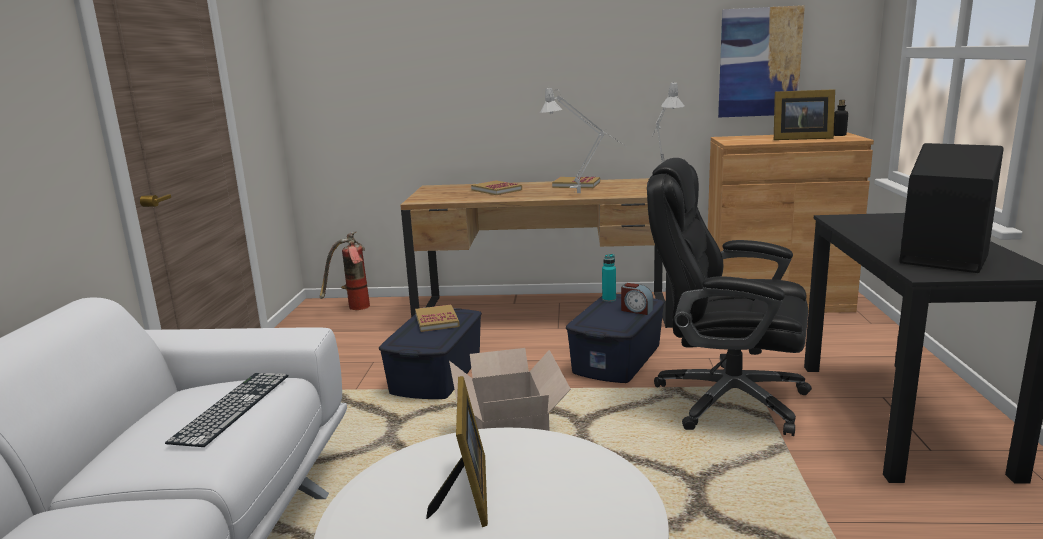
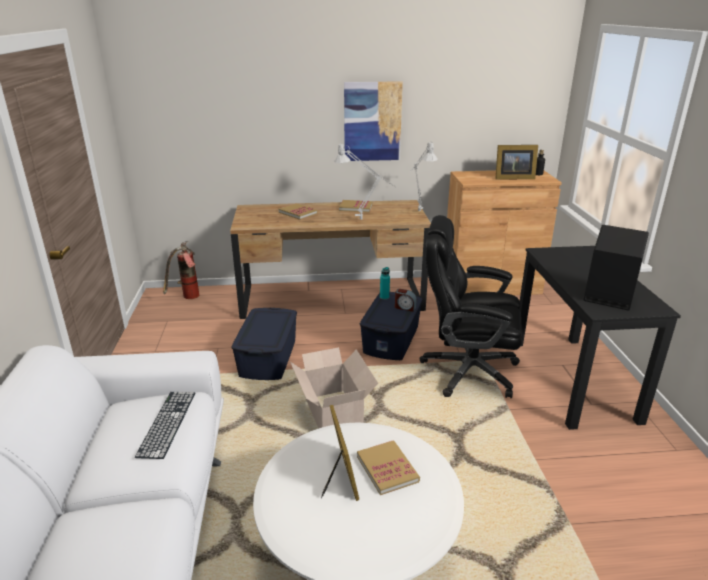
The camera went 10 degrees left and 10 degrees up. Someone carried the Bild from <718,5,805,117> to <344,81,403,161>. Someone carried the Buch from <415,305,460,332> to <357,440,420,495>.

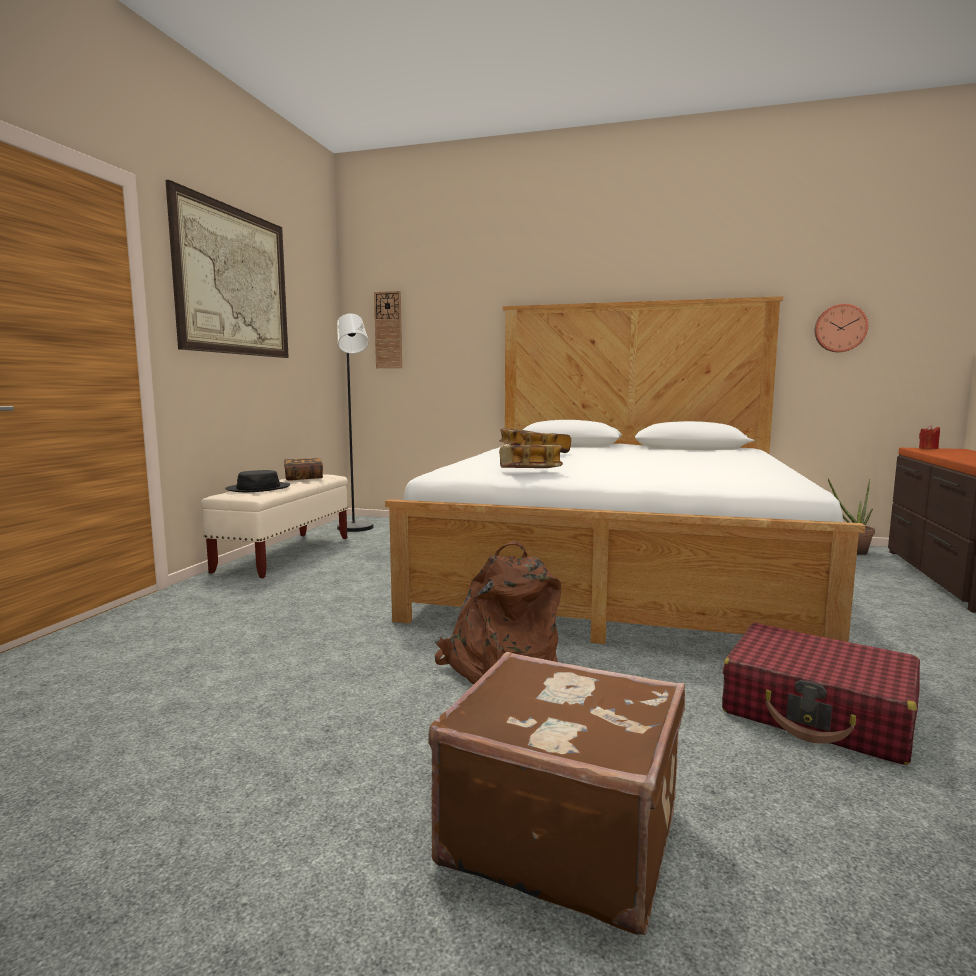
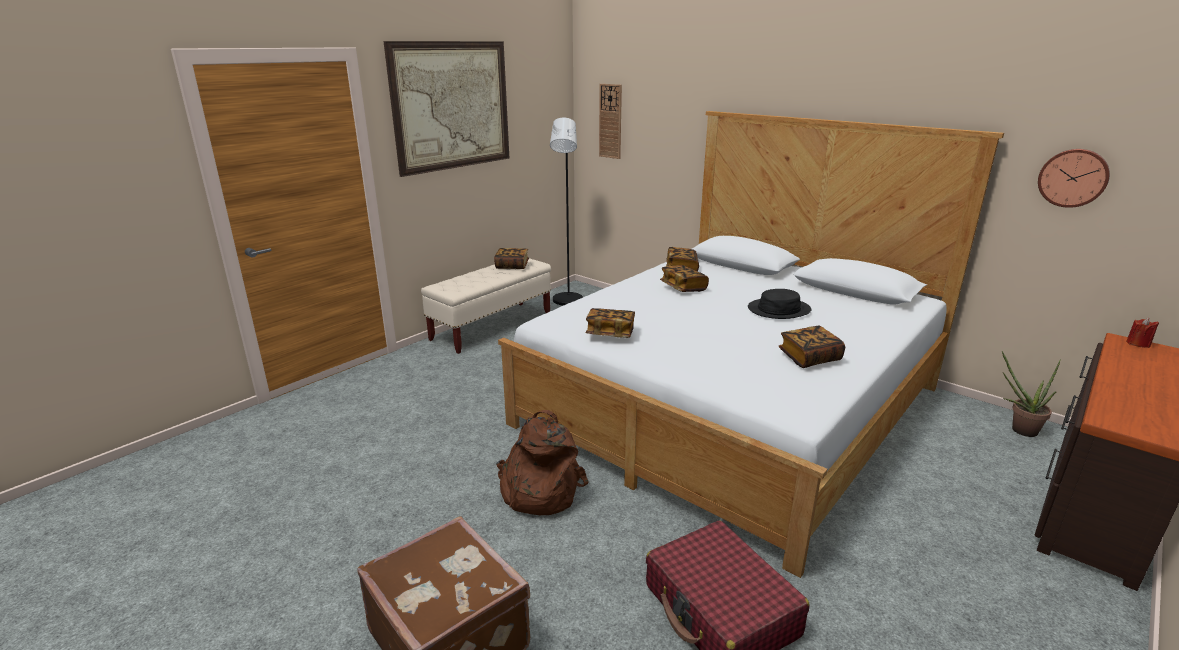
The camera went 25 degrees right and 15 degrees up. Someone carried the Hut/schwarz from <225,470,291,492> to <748,289,811,319>. Someone put down the Buch at <779,326,845,368>.

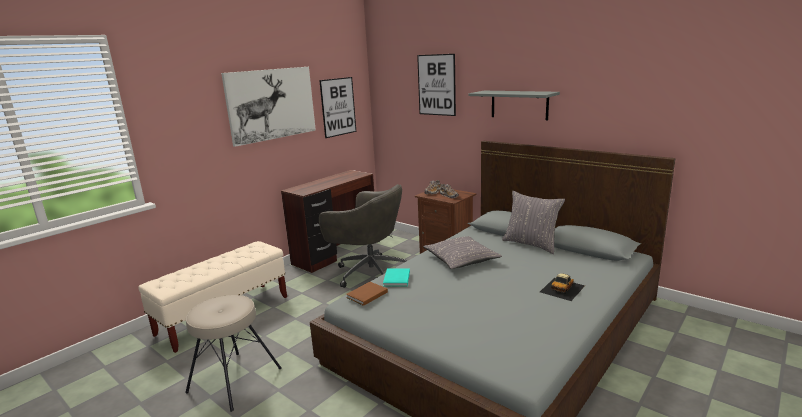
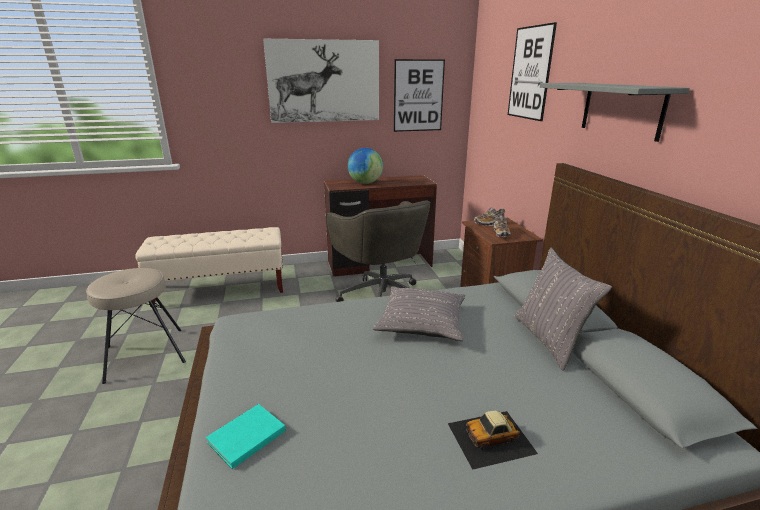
The camera went 35 degrees right and 5 degrees up. Someone carried the Buch/türkis from <383,268,410,287> to <206,404,286,469>. Someone put down the Globus at <348,148,383,184>. Someone took away the Buch/braun at <346,282,388,306>.

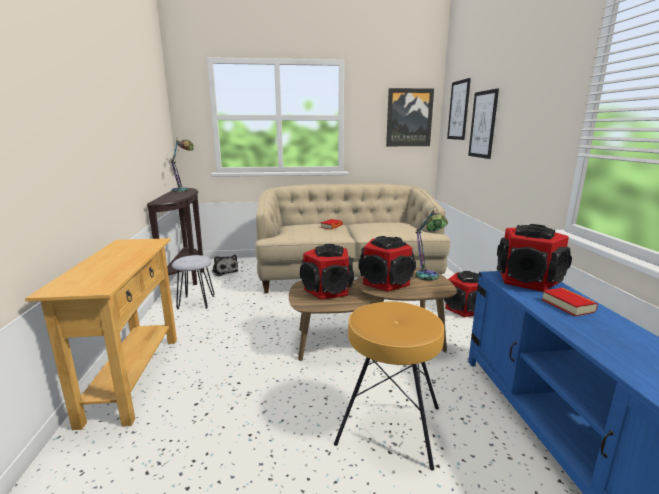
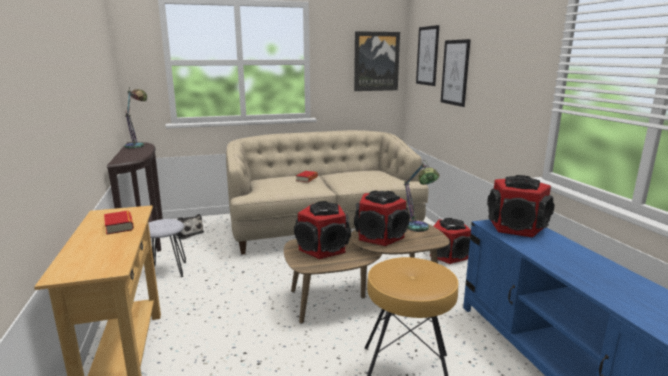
The camera went 10 degrees left and 0 degrees up. Someone carried the Buch from <542,288,598,317> to <104,211,134,235>.

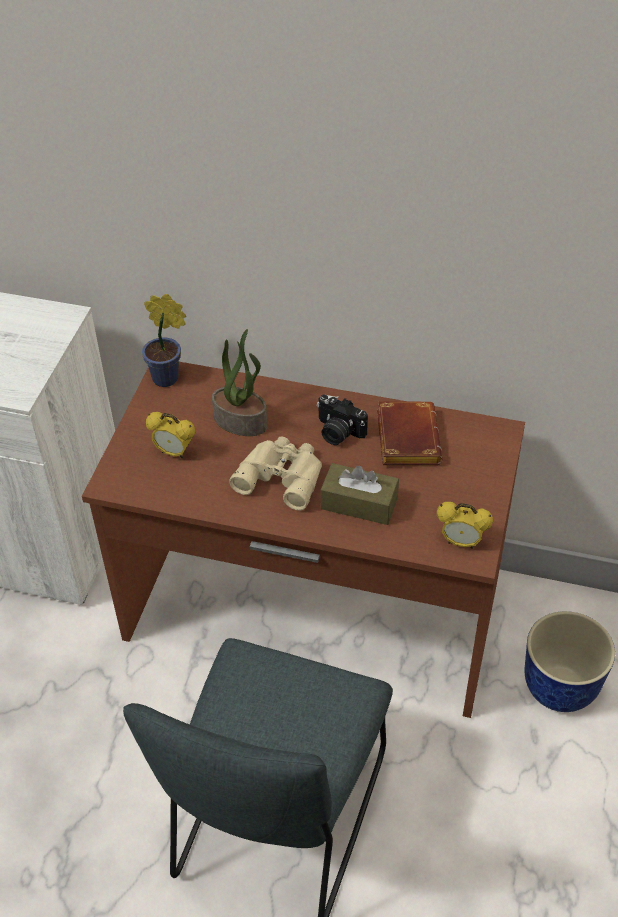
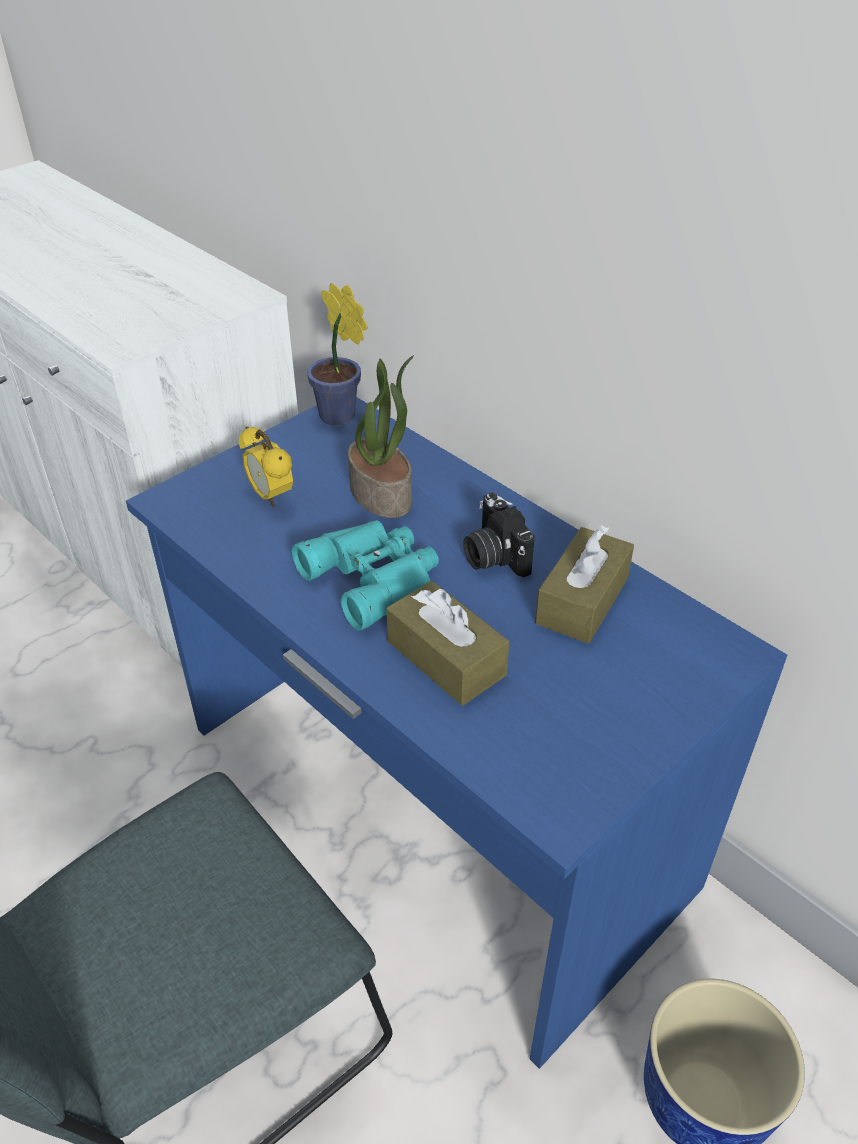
The camera went 30 degrees right and 5 degrees down. Someone repainted the Schreibtisch/braun at <82,362,525,718>, which became the Schreibtisch/blau at <126,397,787,1069>. Someone repainted the Fernglas/beige at <229,437,322,511>, which became the Fernglas/türkis at <292,520,439,631>. Someone swapped the Buch/braun at <377,401,442,465> for the Taschentuchbox/braun at <535,526,634,644>. Someone took away the Wecker at <437,502,493,549>.

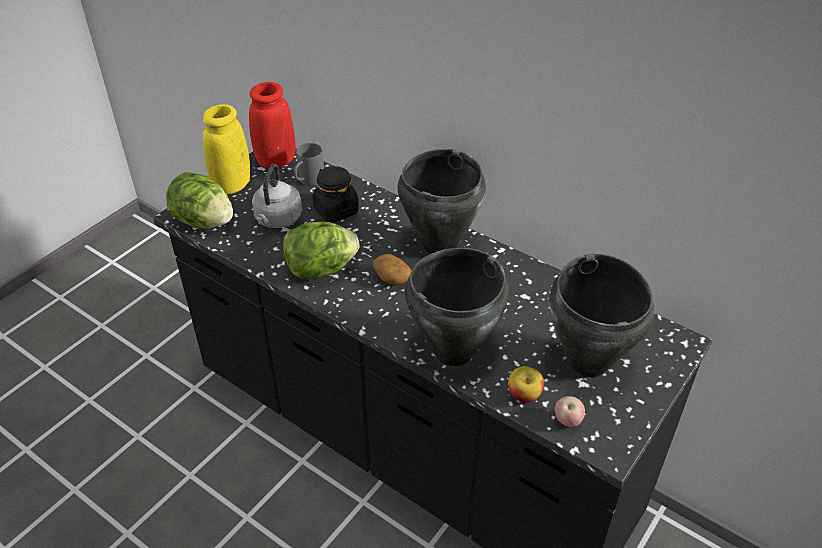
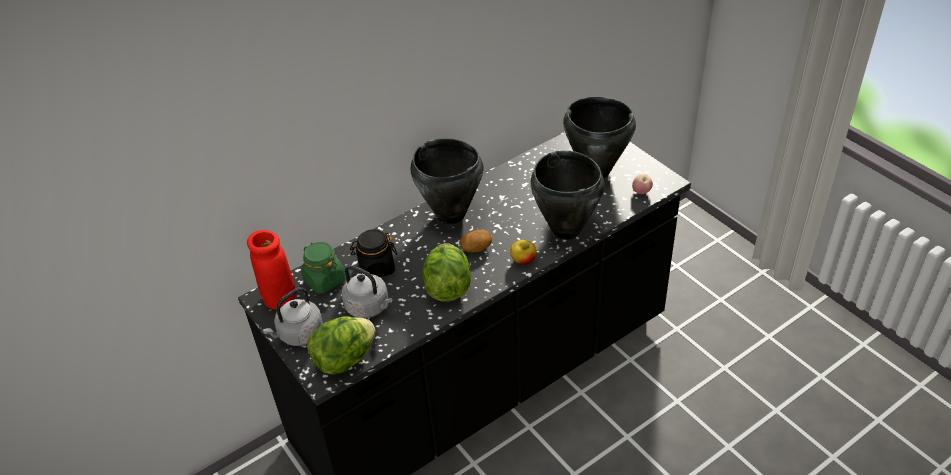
The camera went 70 degrees left and 0 degrees up. Someone swapped the Vase/gelb at <203,104,250,194> for the Wasserkessel/grau at <262,287,323,346>. Someone swapped the Henkelbecher/grau at <294,143,324,186> for the Vorratsglas/grün at <301,242,345,294>. Someone carried the Apfel from <508,366,544,402> to <510,240,537,265>.

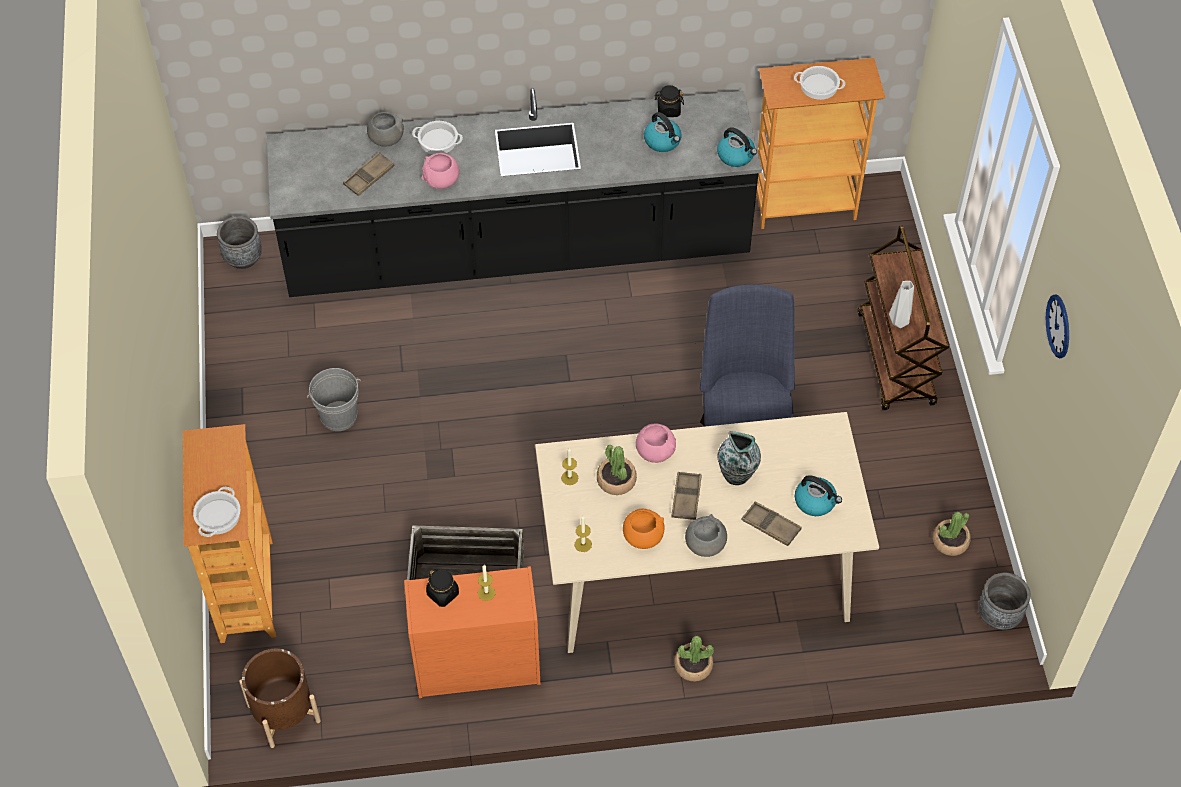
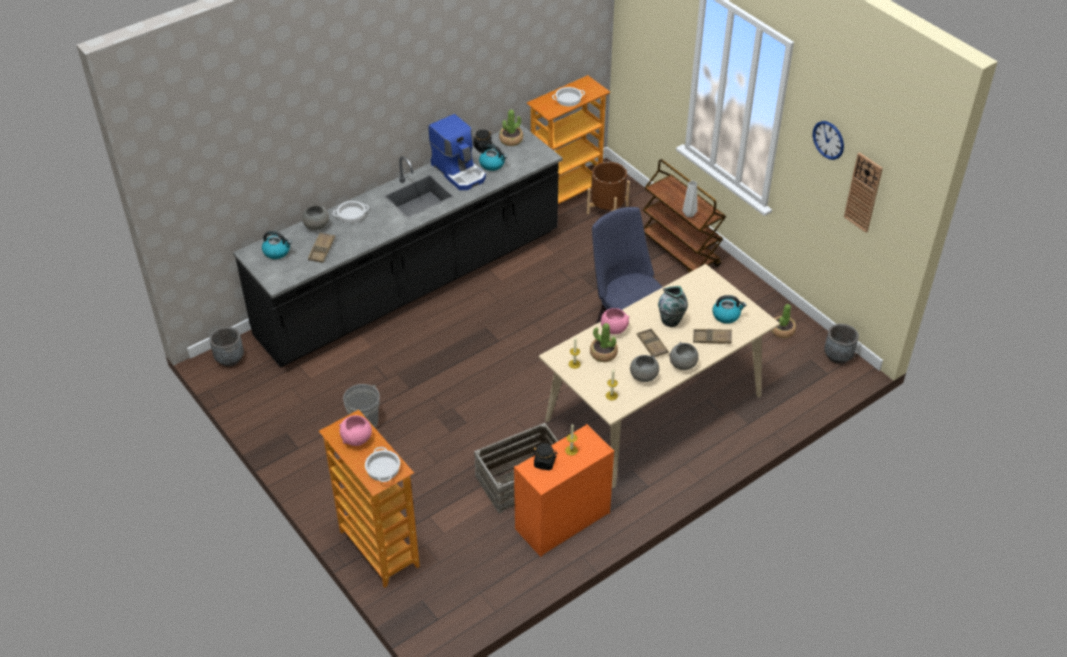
The camera went 30 degrees left and 10 degrees down. Someone carried the Wasserkessel from <717,127,757,167> to <262,231,292,259>. Someone carried the Schüssel/rosa from <422,153,460,189> to <339,415,372,446>. Someone put down the Kaffeemaschine at <428,114,486,190>. Someone carried the Topfpflanze from <674,636,714,681> to <499,109,523,146>. Someone carried the Pflanzkübel/braun from <239,649,321,748> to <587,162,630,214>. Someone repainted the Schüssel/orange at <623,509,665,549>, which became the Schüssel/grau at <630,355,659,382>. Someone put up the Wanduhr at <844,152,883,233>.

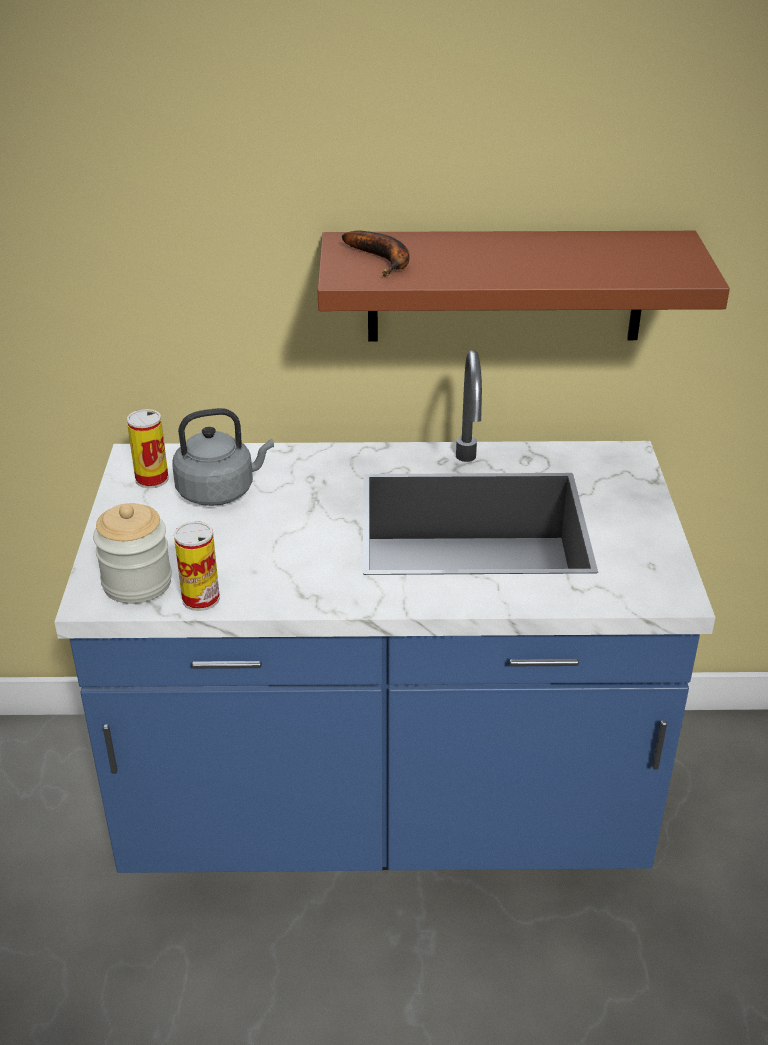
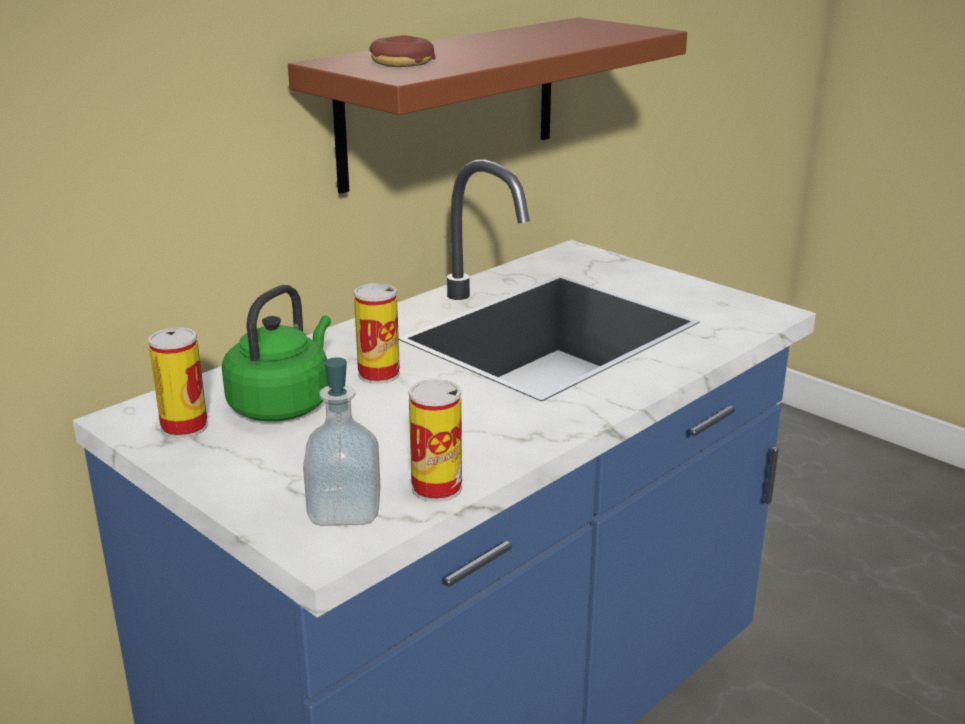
The camera went 45 degrees left and 10 degrees down. Someone repainted the Wasserkessel/grau at <172,408,274,506>, which became the Wasserkessel/grün at <222,285,331,421>. Someone swapped the Vorratsglas at <93,503,172,604> for the Seifenspender at <303,357,381,526>. Someone put down the Dose at <354,283,400,384>. Someone swapped the Banane at <342,231,410,276> for the Donut at <369,35,436,67>.

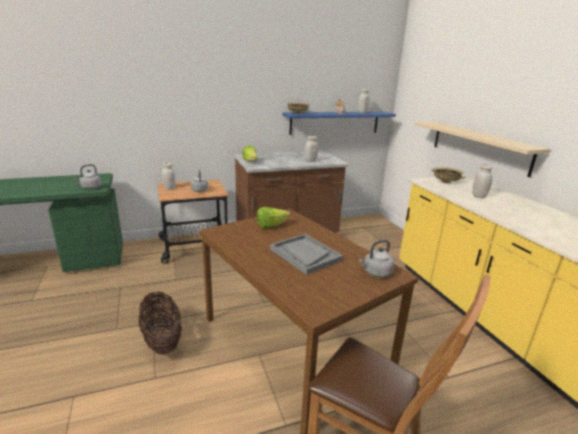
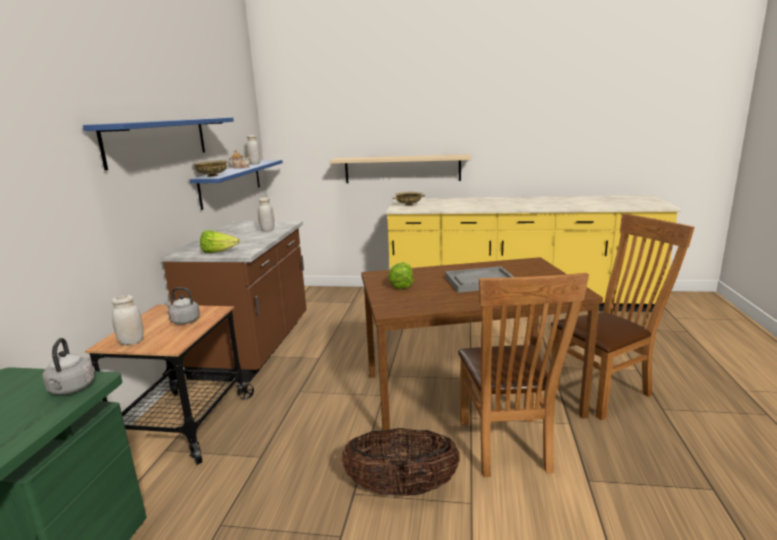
The camera went 60 degrees left and 5 degrees down. Someone put up the Wandregal/blau at <83,117,234,170>. Someone put down the Stuhl/braun at <458,273,589,477>. Someone took away the Wasserkessel/grau at <359,240,394,277>. Someone took away the Vorratsglas/weiß at <472,164,493,198>.

